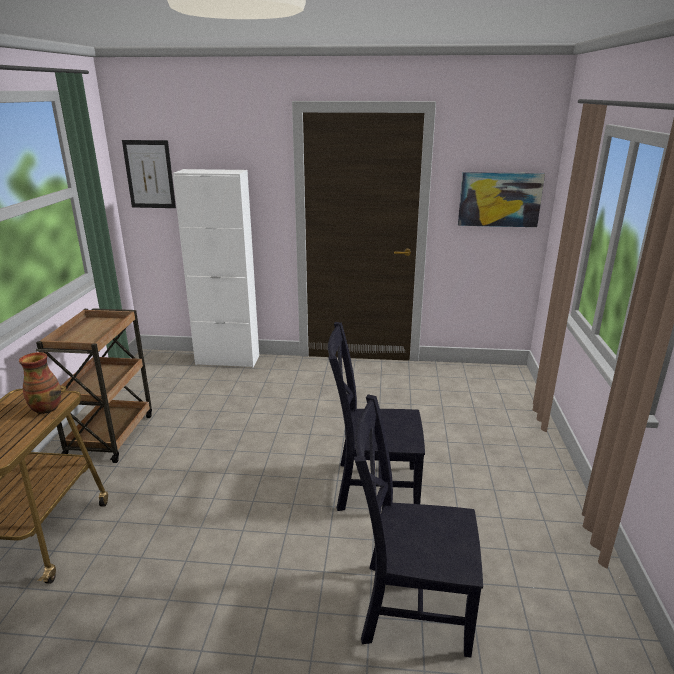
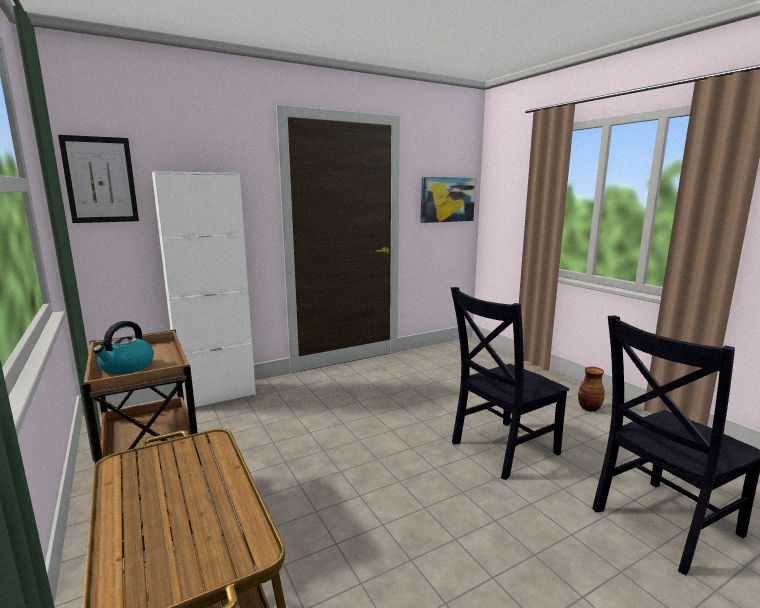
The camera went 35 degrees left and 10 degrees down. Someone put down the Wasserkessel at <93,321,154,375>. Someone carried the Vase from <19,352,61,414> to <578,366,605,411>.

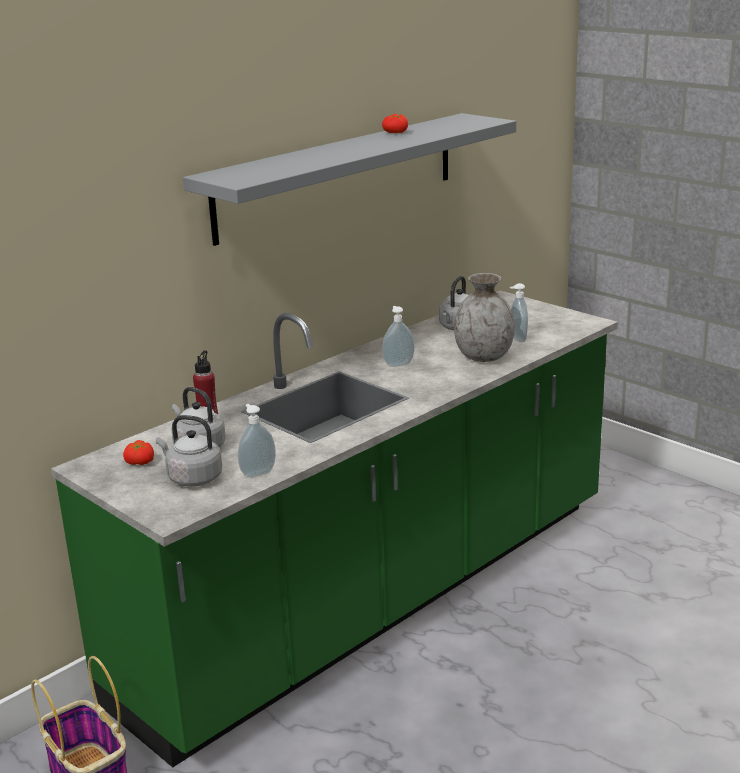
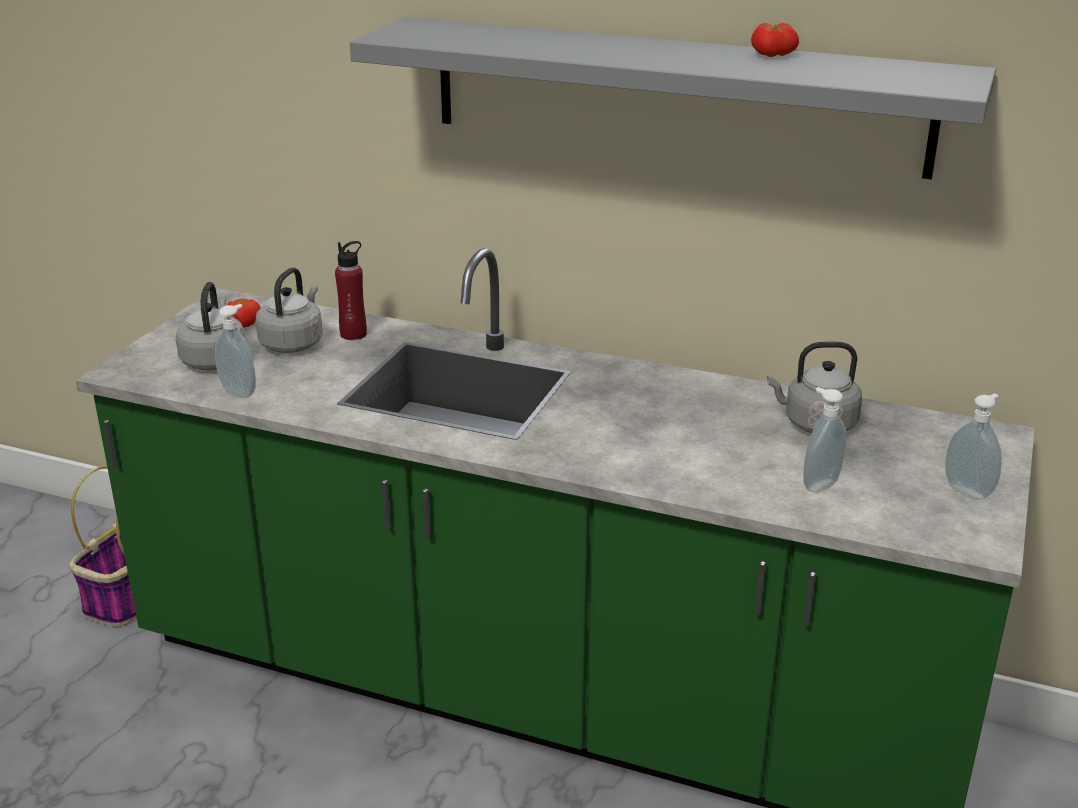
The camera went 65 degrees right and 5 degrees up. Someone carried the Seifenspender from <383,306,415,367> to <945,393,1002,499>. Someone took away the Vase/grau at <454,273,515,362>.

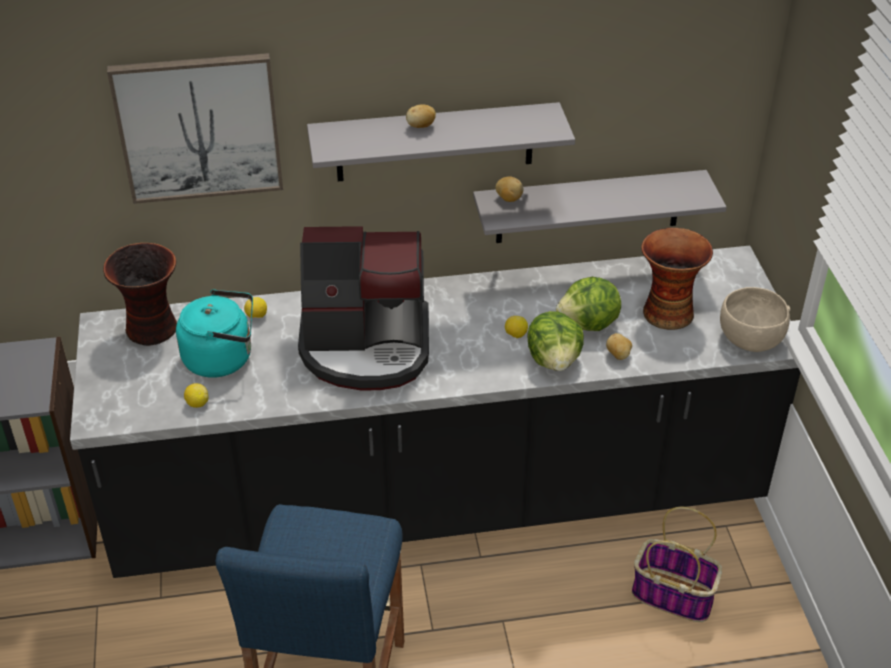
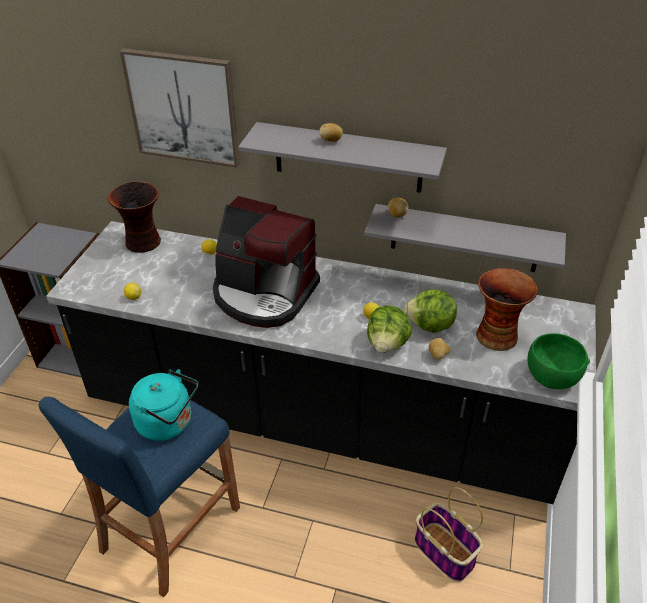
The camera went 25 degrees right and 0 degrees up. Someone carried the Wasserkessel/türkis from <176,289,253,378> to <129,369,198,441>. Someone repainted the Schüssel/beige at <720,287,790,352>, which became the Schüssel/grün at <528,333,590,389>.

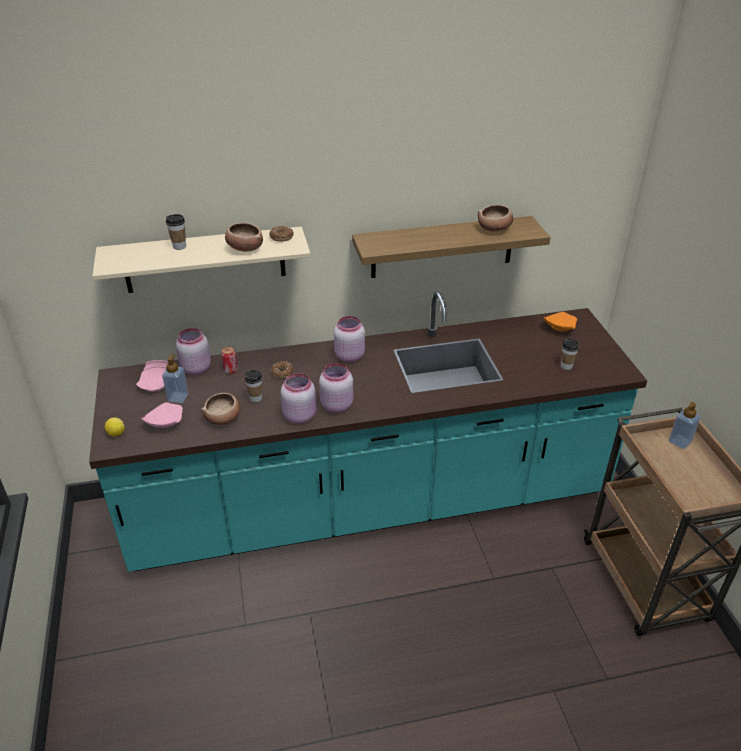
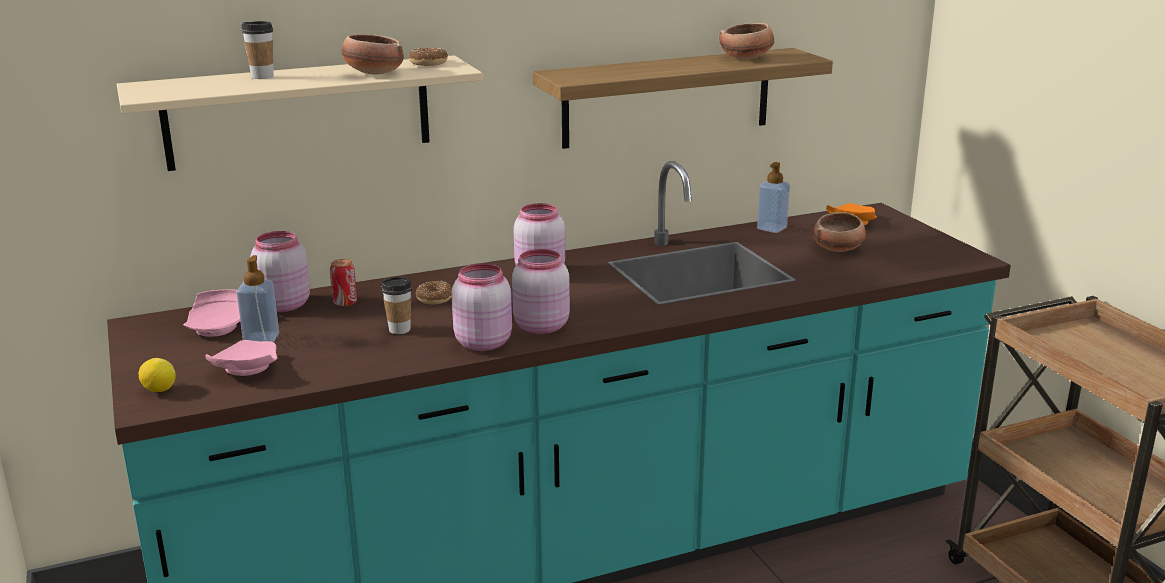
The camera went 10 degrees left and 15 degrees down. Someone carried the Seifenspender from <669,402,700,449> to <757,162,790,233>. Someone carried the Schüssel from <201,393,241,425> to <814,212,866,252>. Someone took away the Tasse at <561,338,579,370>.

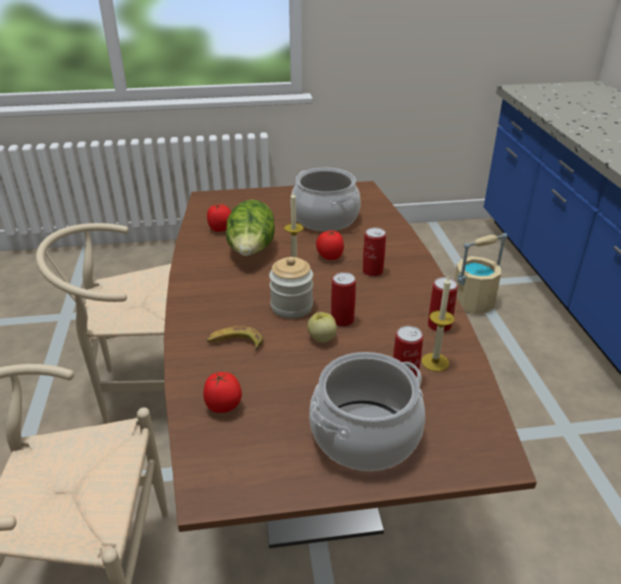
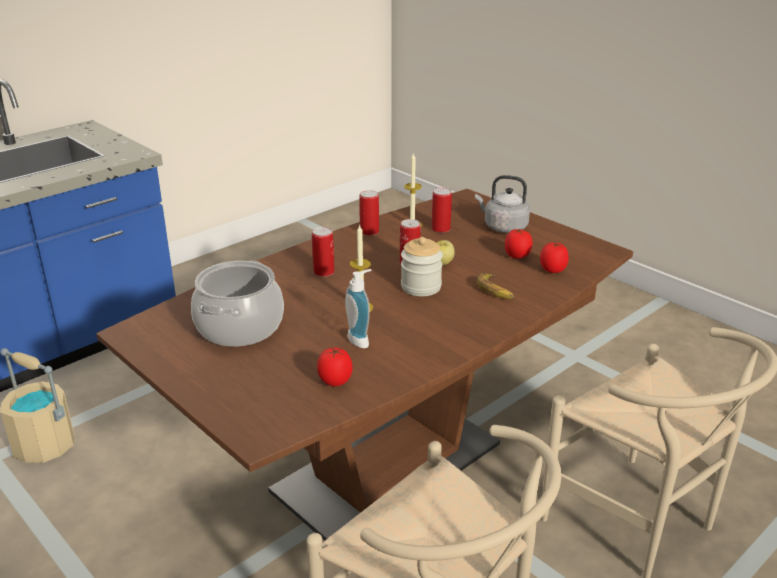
The camera went 125 degrees left and 5 degrees down. Someone swapped the Salatkopf at <226,200,275,256> for the Seifenspender at <345,269,371,348>. Someone swapped the Kochtopf at <309,352,425,471> for the Wasserkessel/grau at <475,175,530,233>. Someone carried the Tomate from <316,230,344,260> to <505,228,532,259>.

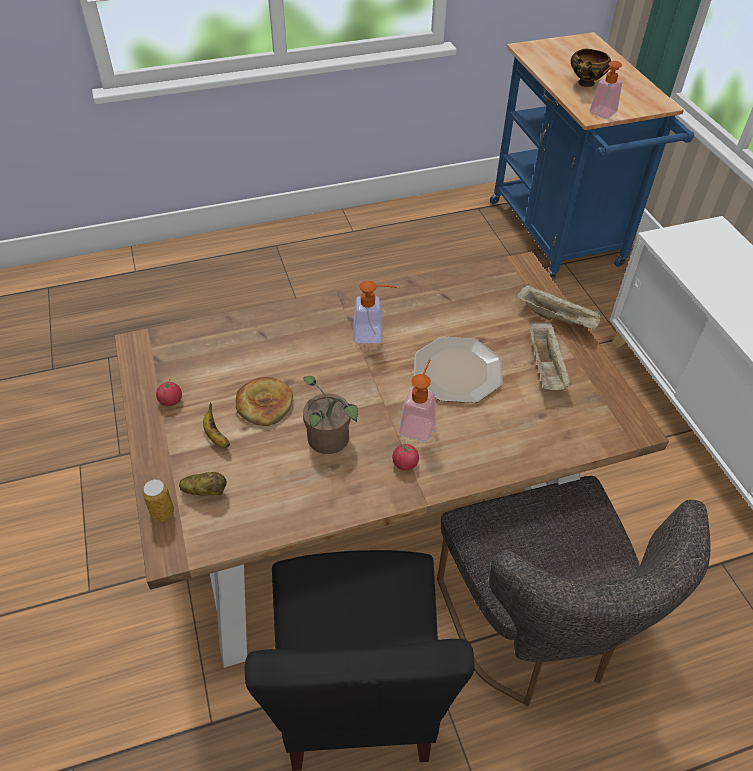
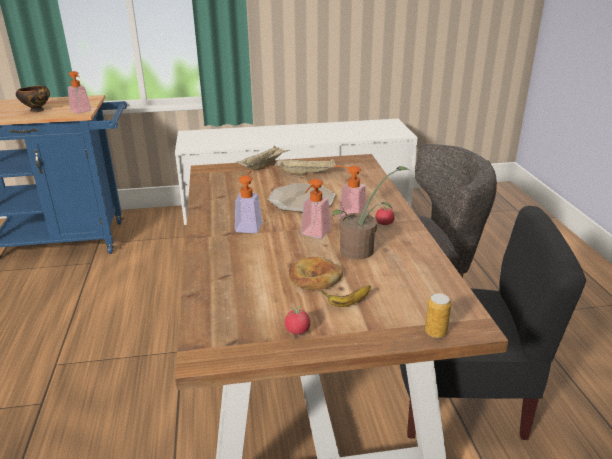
The camera went 80 degrees left and 20 degrees down. Someone put down the Seifenspender at <301,179,331,238>. Someone took away the Kartoffel at <179,472,227,495>.

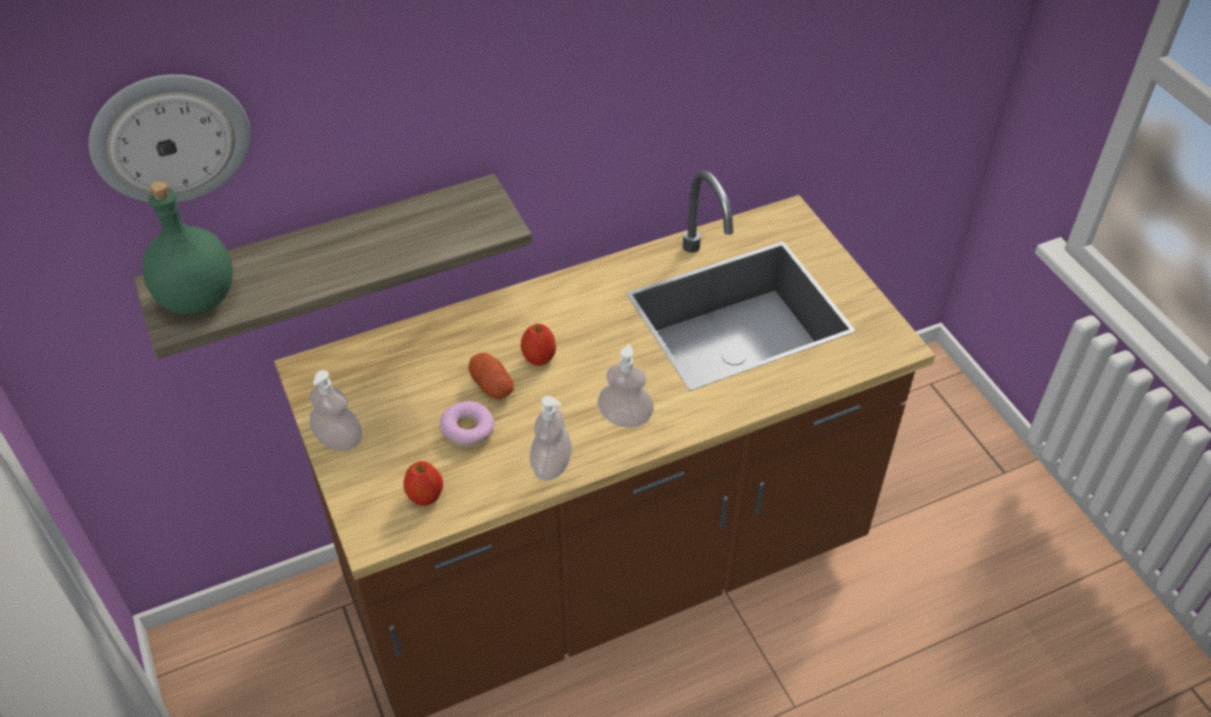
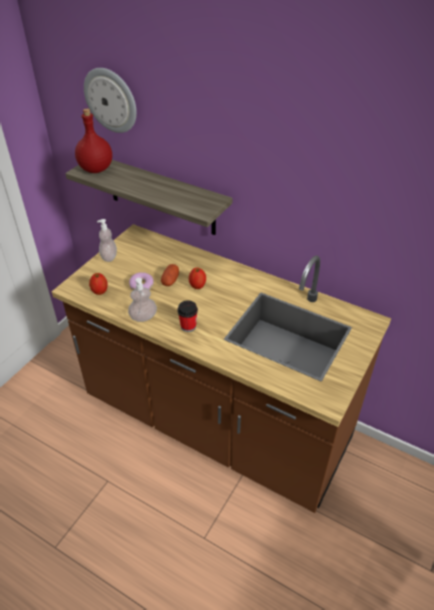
The camera went 55 degrees right and 5 degrees down. Someone repainted the Flasche/grün at <143,181,233,314>, which became the Flasche/rot at <75,109,112,173>. Someone swapped the Seifenspender at <598,345,654,428> for the Tasse at <178,300,198,332>.

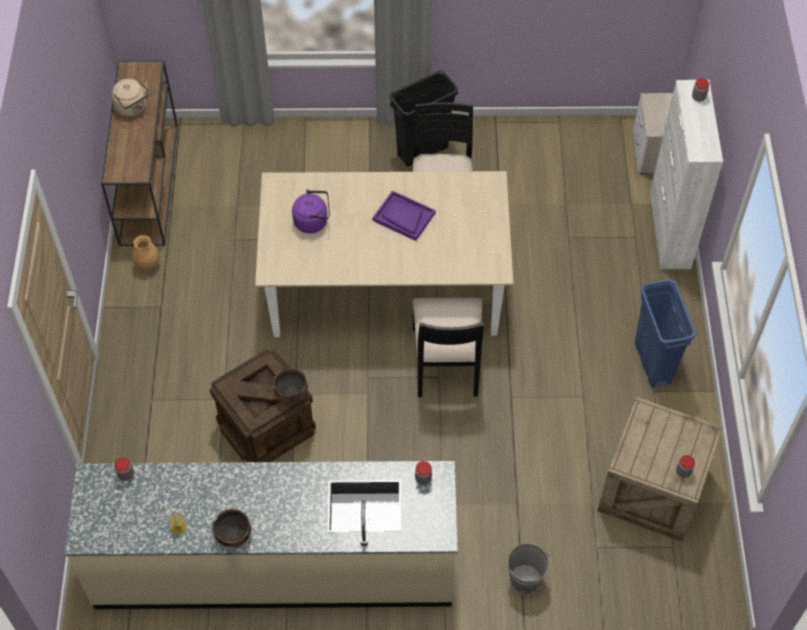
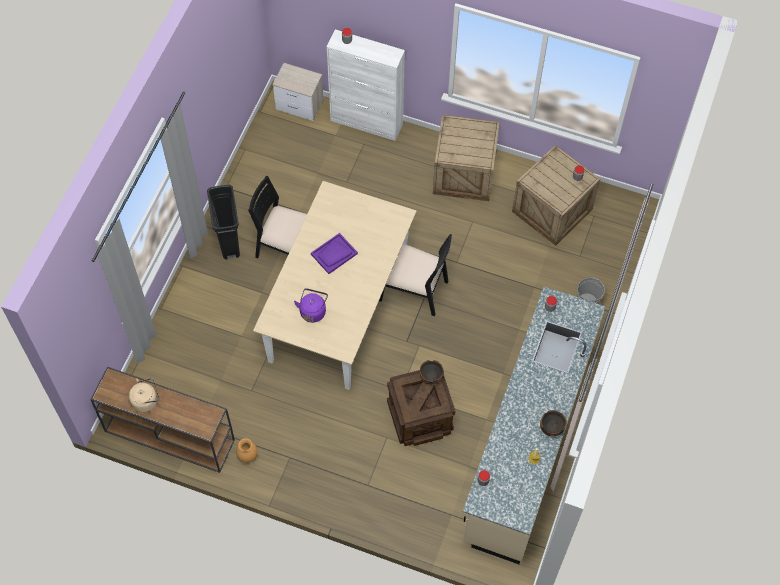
The camera went 70 degrees left and 5 degrees up. Someone swapped the Mülleimer/blau at <635,279,697,387> for the Kiste at <433,115,500,201>.

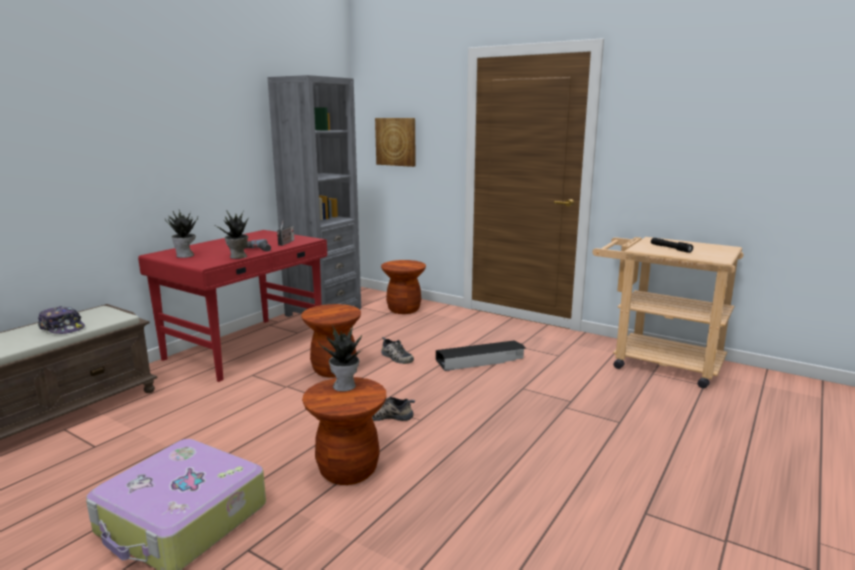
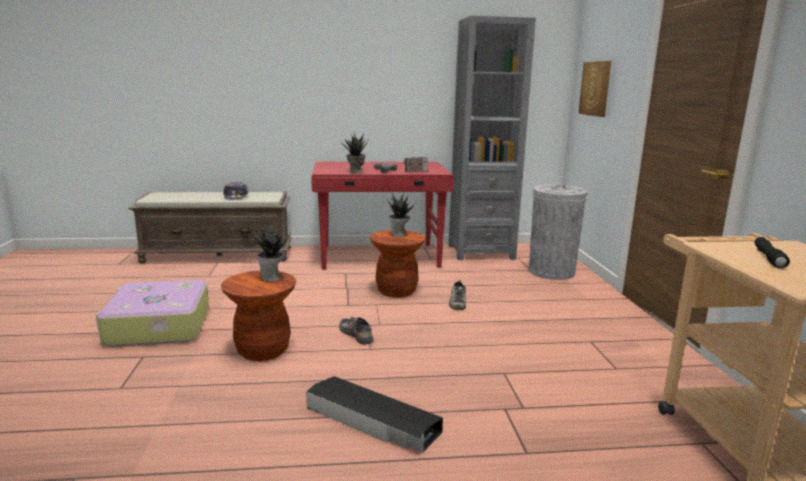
The camera went 50 degrees right and 0 degrees up. Someone carried the Aufbewahrungsbox/schwarz from <436,341,526,371> to <306,376,443,452>. Someone carried the Topfpflanze from <165,210,198,258> to <387,192,417,237>. Someone swapped the Hocker/braun at <381,260,426,314> for the Mülleimer/grau at <529,184,588,280>.

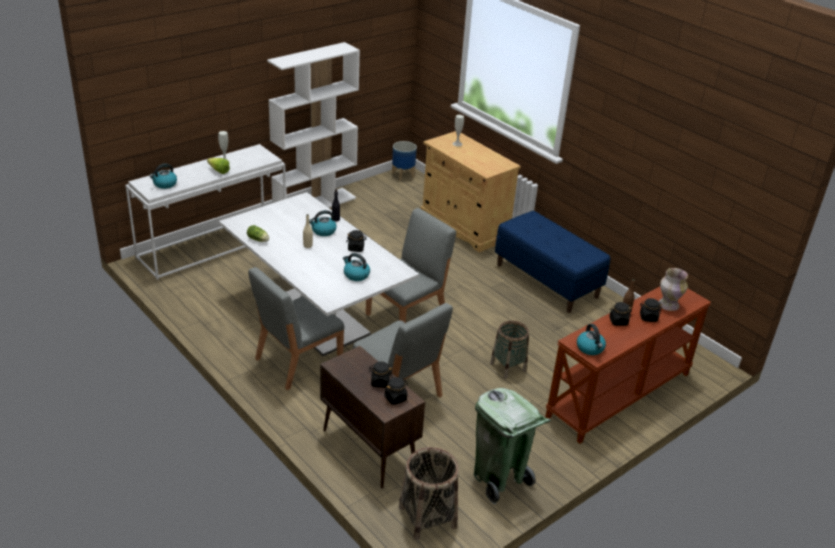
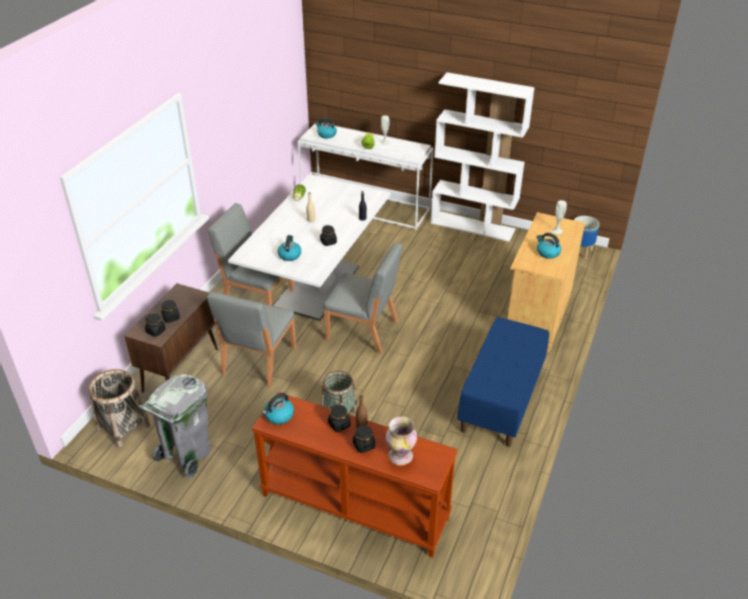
The camera went 65 degrees right and 5 degrees up. Someone repainted the Mülleimer/grün at <474,388,551,505>, which became the Mülleimer/grau at <138,374,210,479>. Someone carried the Wasserkessel from <309,210,337,236> to <536,233,561,259>.

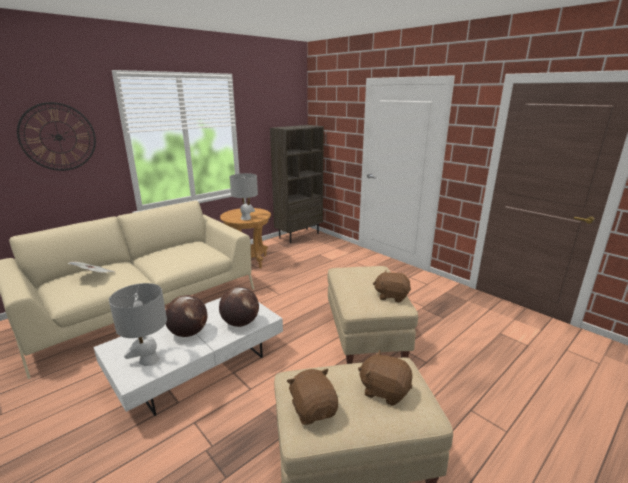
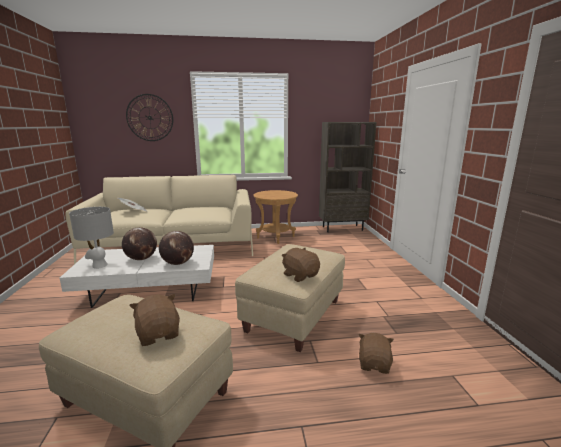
The camera went 35 degrees right and 5 degrees down. Someone carried the Plüschtier/braun from <287,369,338,425> to <359,333,394,374>. Someone took away the Tischlampe/grau at <230,173,258,220>.

